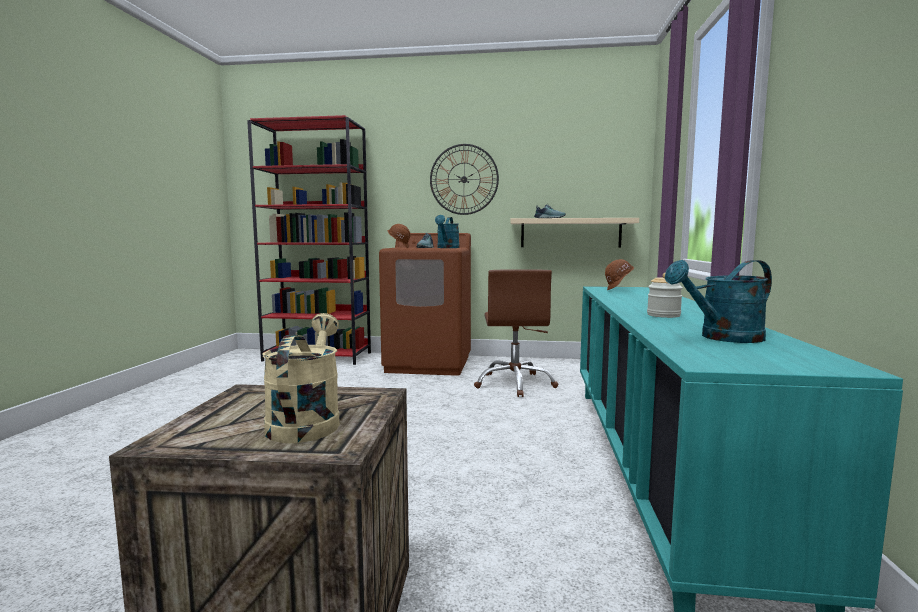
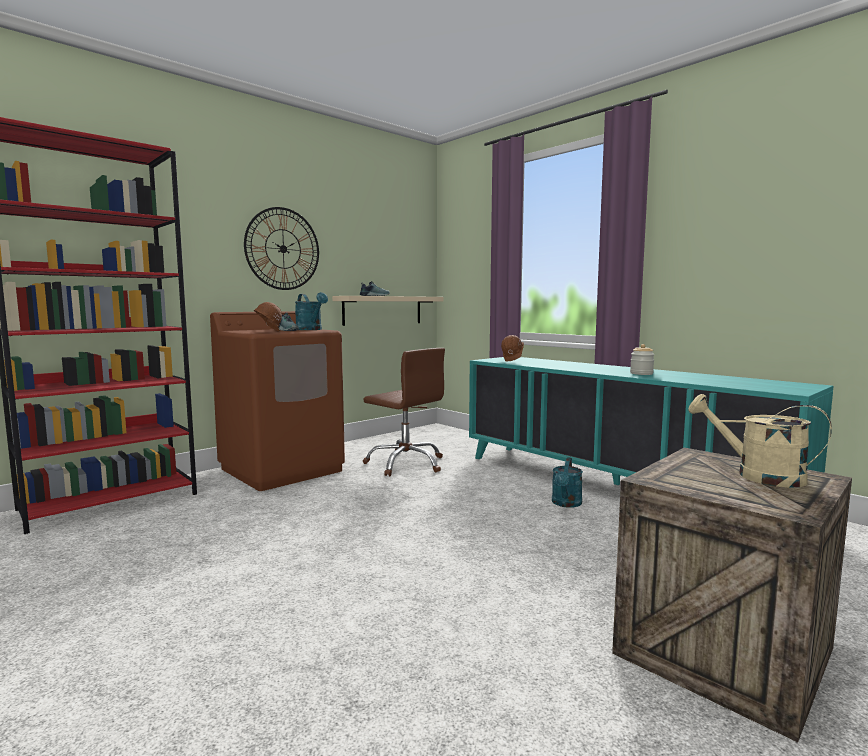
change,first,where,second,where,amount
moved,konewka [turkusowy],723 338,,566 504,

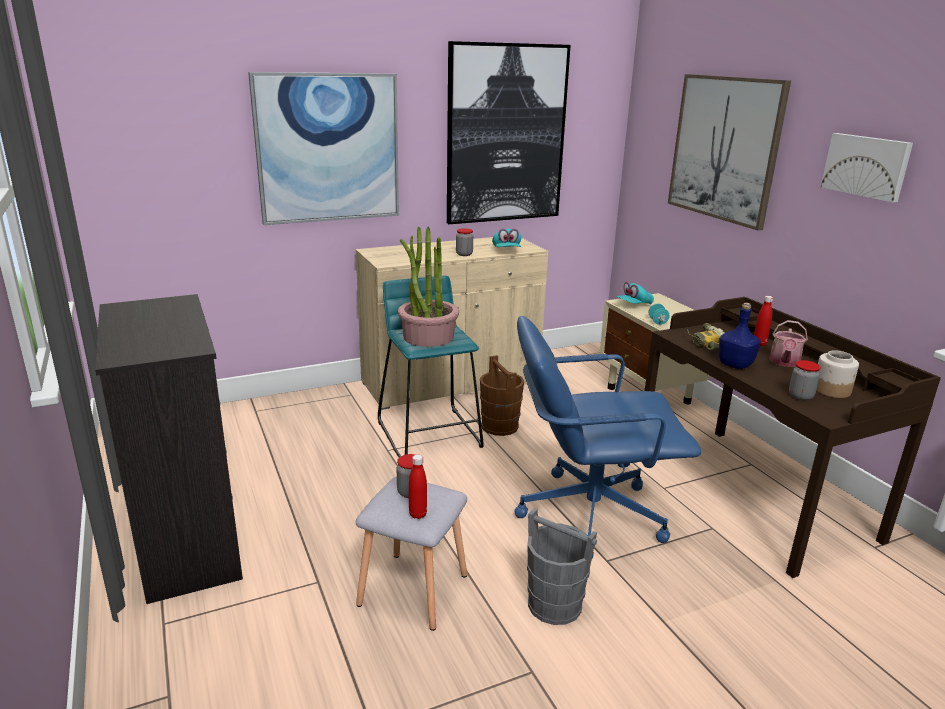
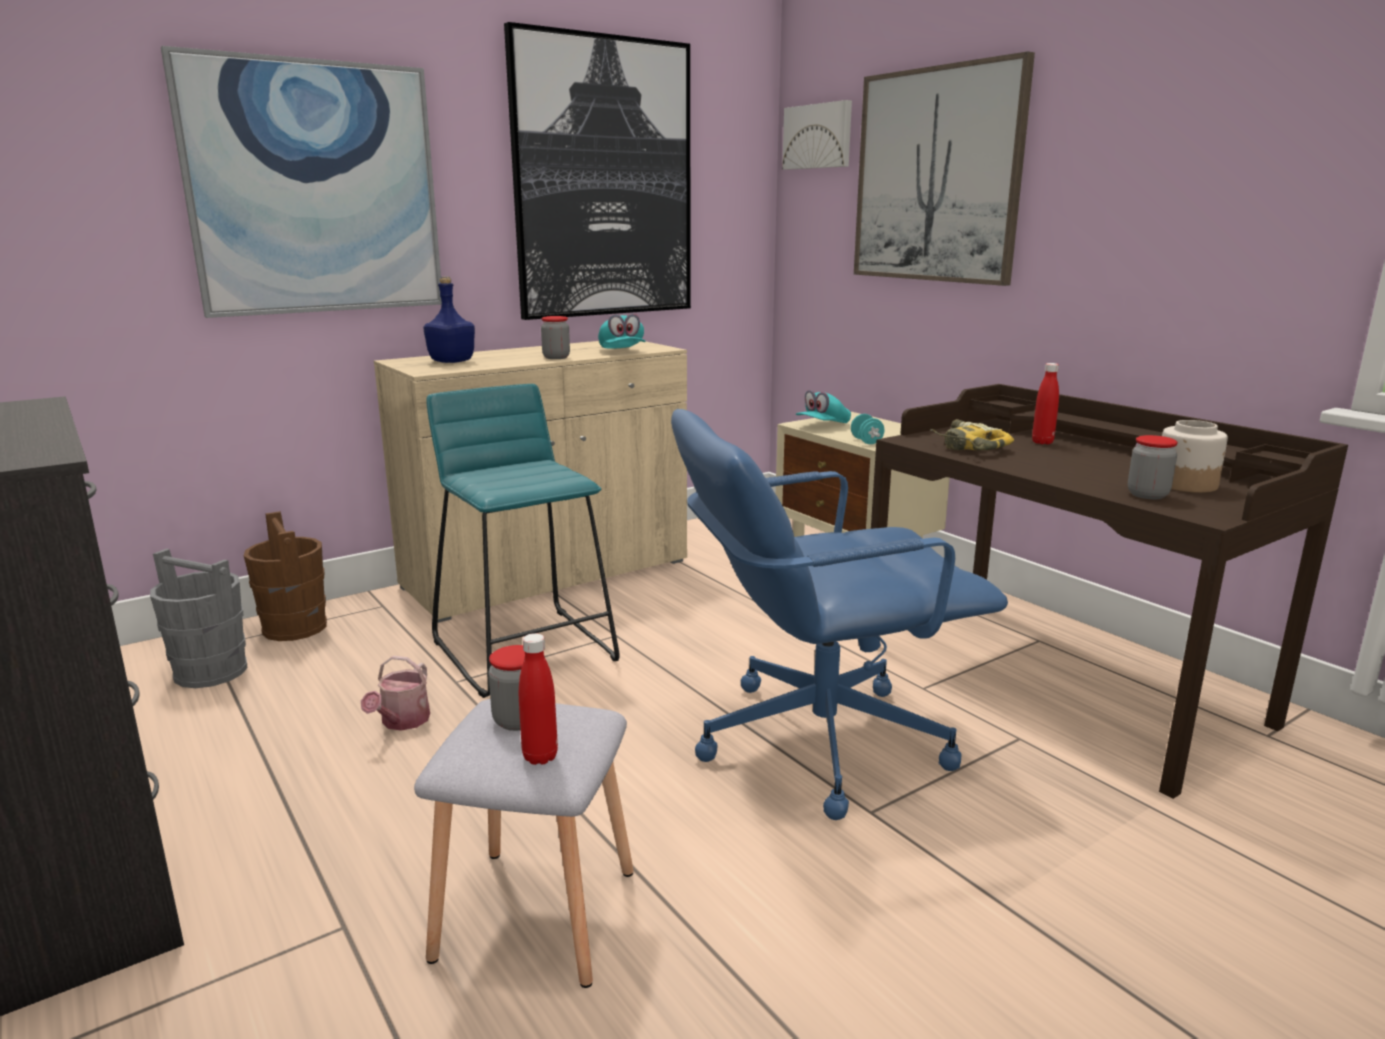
change,first,where,second,where,amount
removed,roślina doniczkowa,428 337,,,
moved,wiadro [brązowy],499 426,,295 627,
moved,wiadro [szary],555 605,,211 672,
moved,butelka [niebieski],736 365,,452 362,
moved,konewka,784 362,,402 722,
moved,obraz,866 166,,818 136,

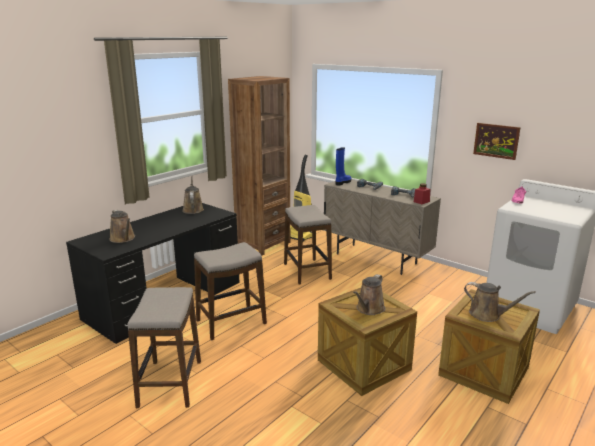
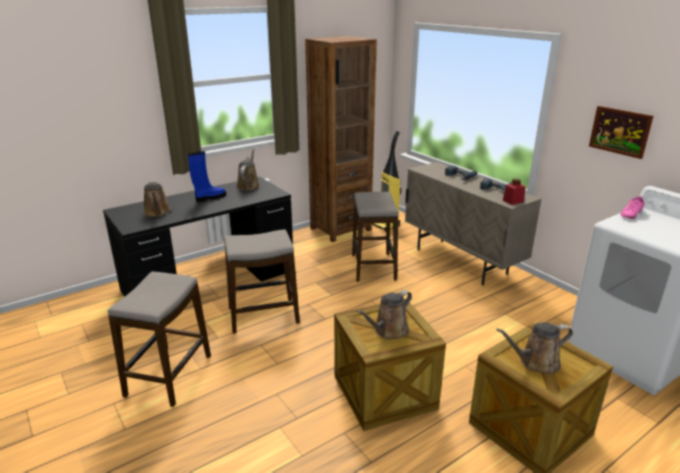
change,first,where,second,where,amount
moved,but z cholewką [niebieski],342 182,,210 198,
turned,konewka [brązowy],488 315,,536 362,120 degrees clockwise

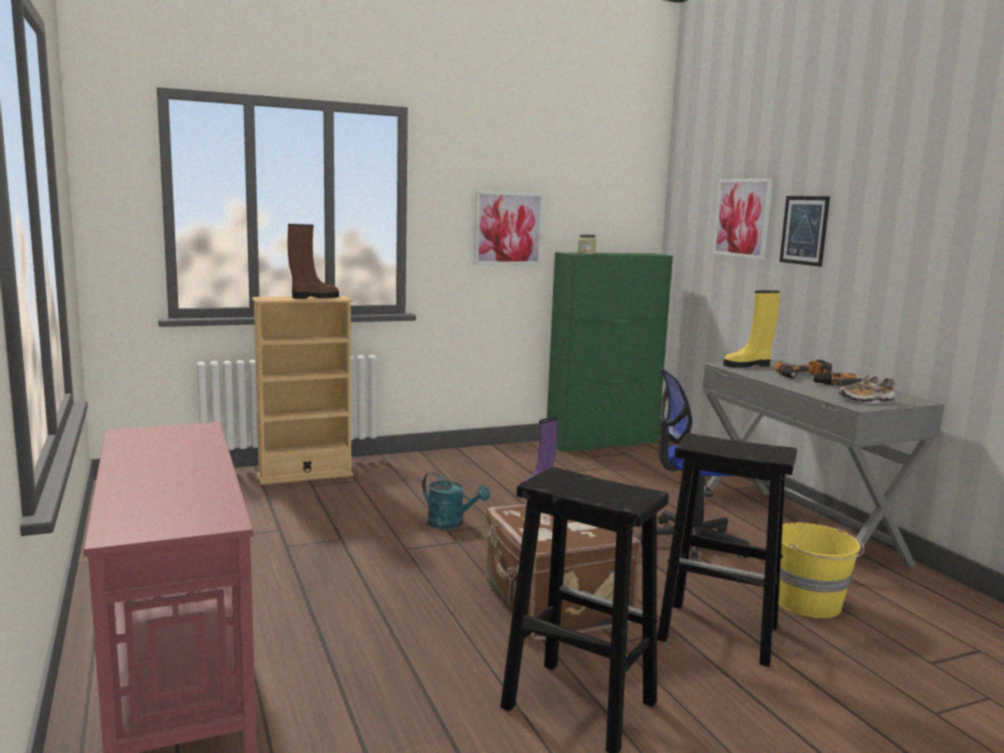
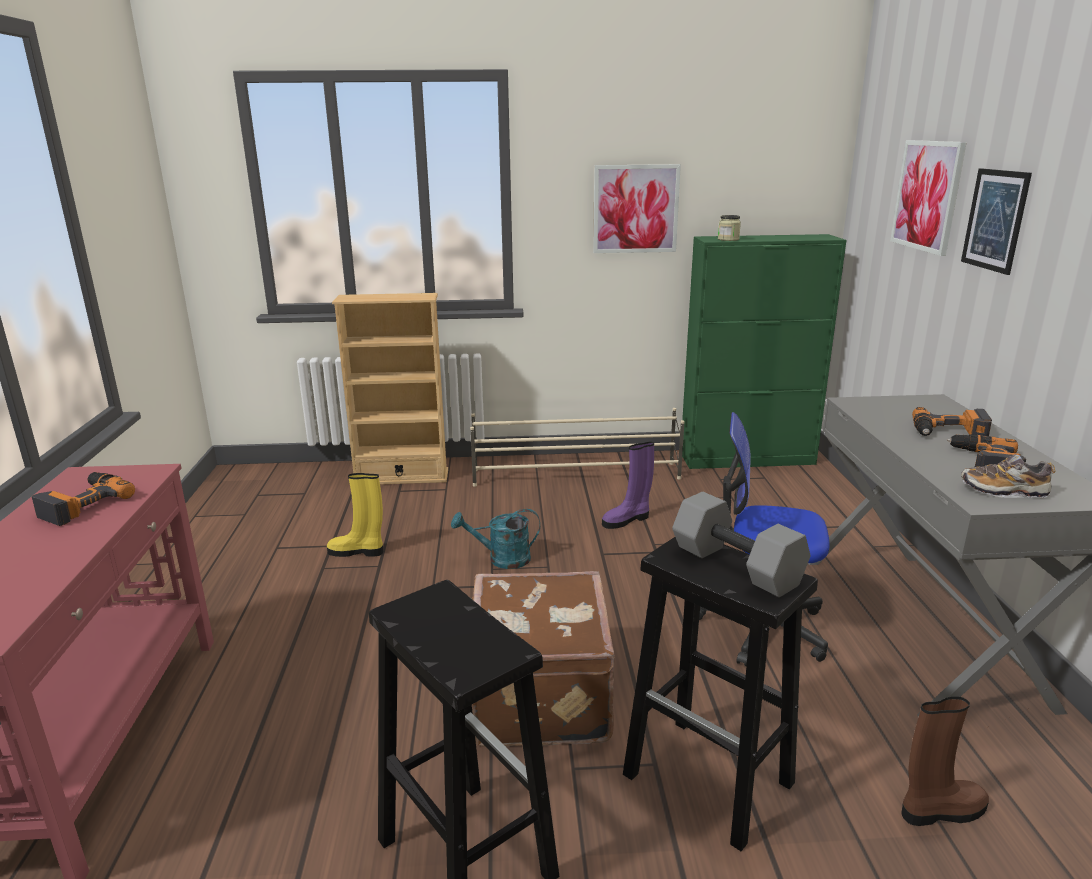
change,first,where,second,where,amount
removed,wiadro [żółty],809 603,,,
added,,,wiertarka,82 504,
added,,,regał na buty [beżowy],577 474,
added,,,hantel [szary],734 566,
moved,but z cholewką [brązowy],314 297,,940 811,
moved,but z cholewką [żółty],748 365,,357 552,
turned,konewka [turkusowy],451 524,,501 559,120 degrees clockwise

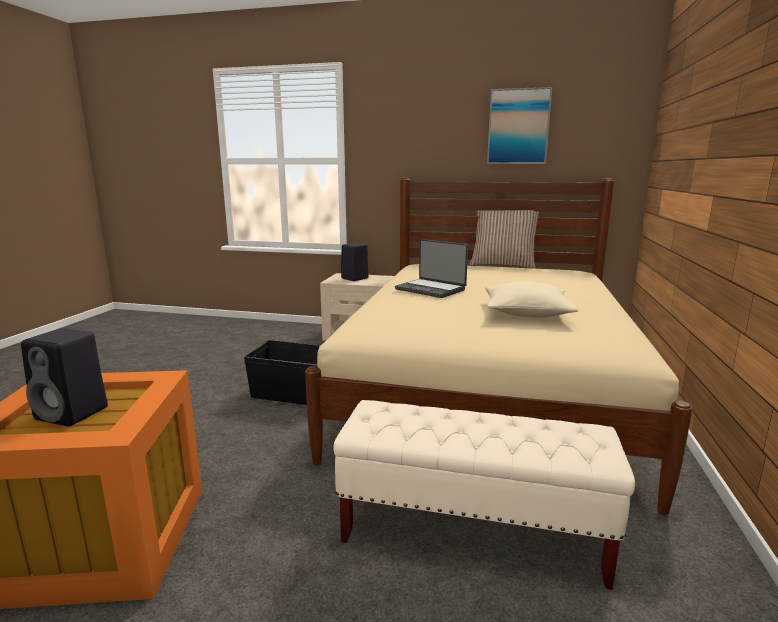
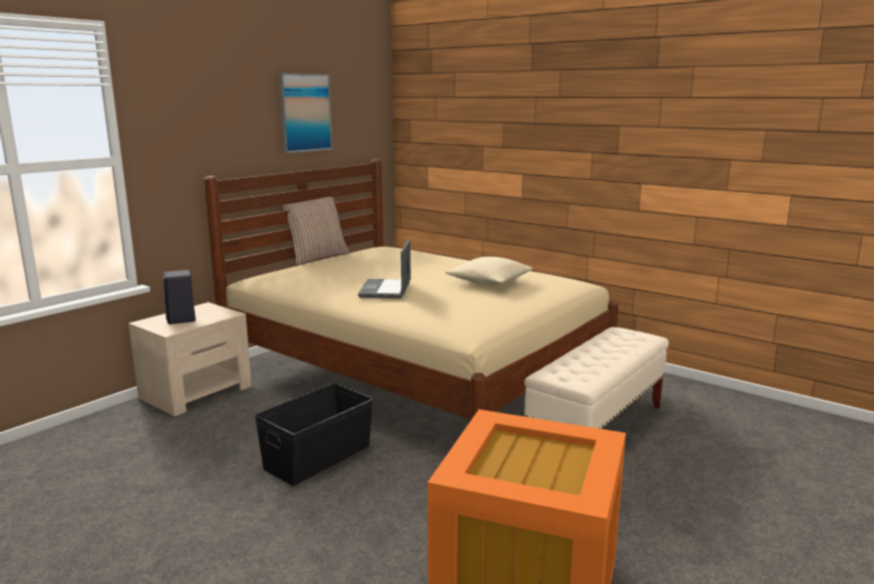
change,first,where,second,where,amount
removed,głośnik [czarny],74 413,,,
turned,laptop,431 289,,386 290,120 degrees clockwise

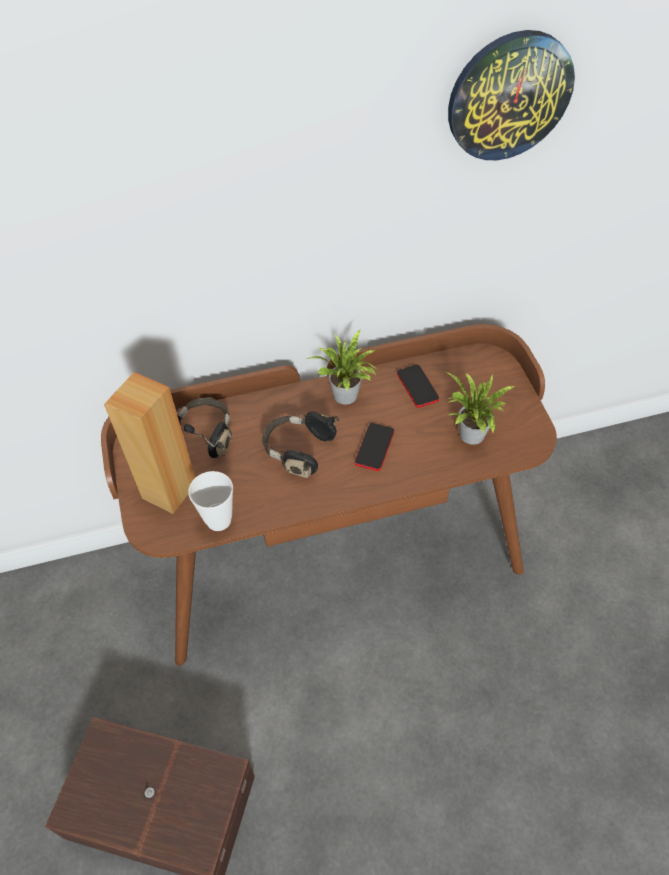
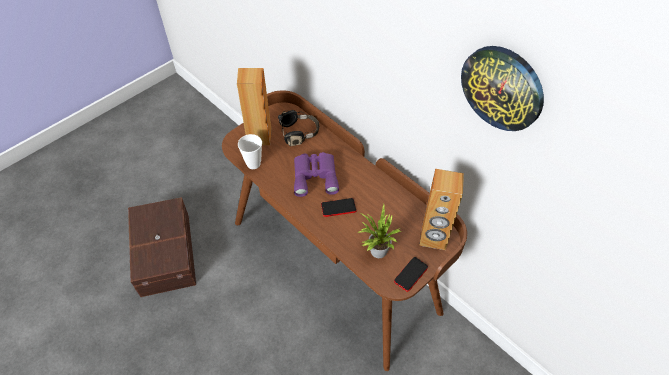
change,first,where,second,where,amount
removed,roślina doniczkowa,347 397,,,
added,,,głośnik [brązowy],433 238,
moved,telefon,417 386,,410 274,
replaced,słuchawki [czarny],298 450,lornetka [fioletowy],315 175,

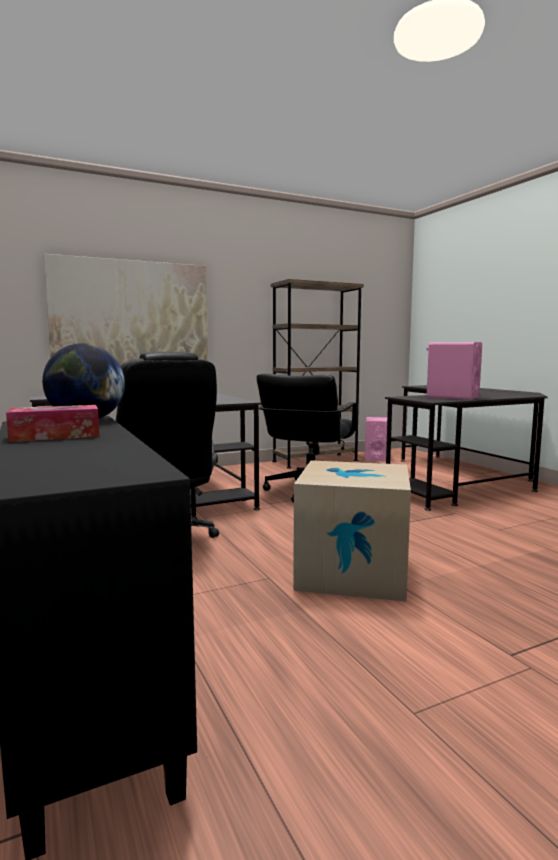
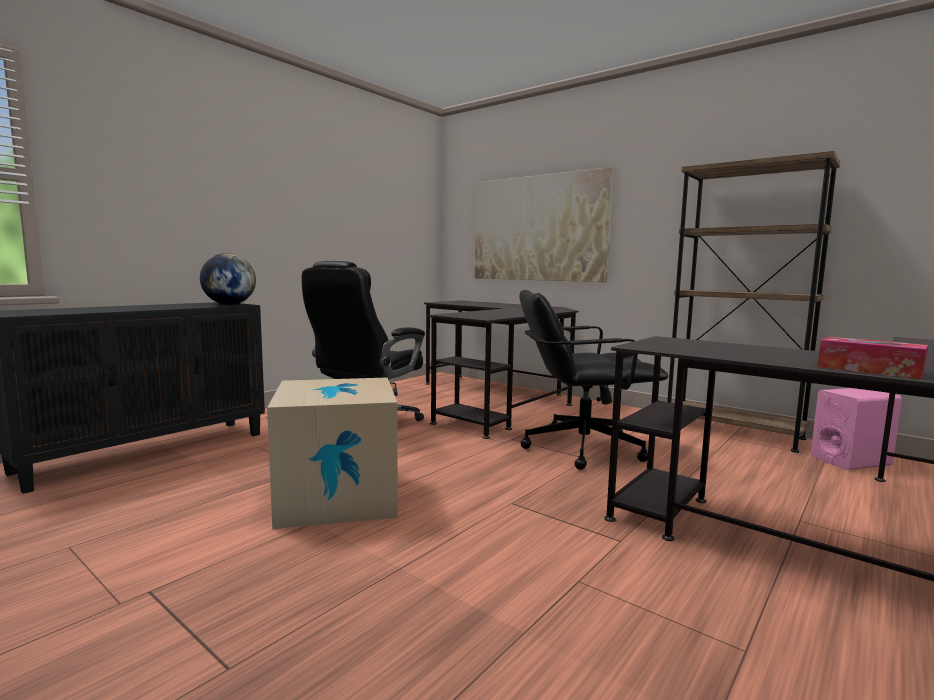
change,first,where,second,where,amount
removed,głośnik [różowy],452 397,,,
moved,pudełko chusteczek,55 435,,869 370,

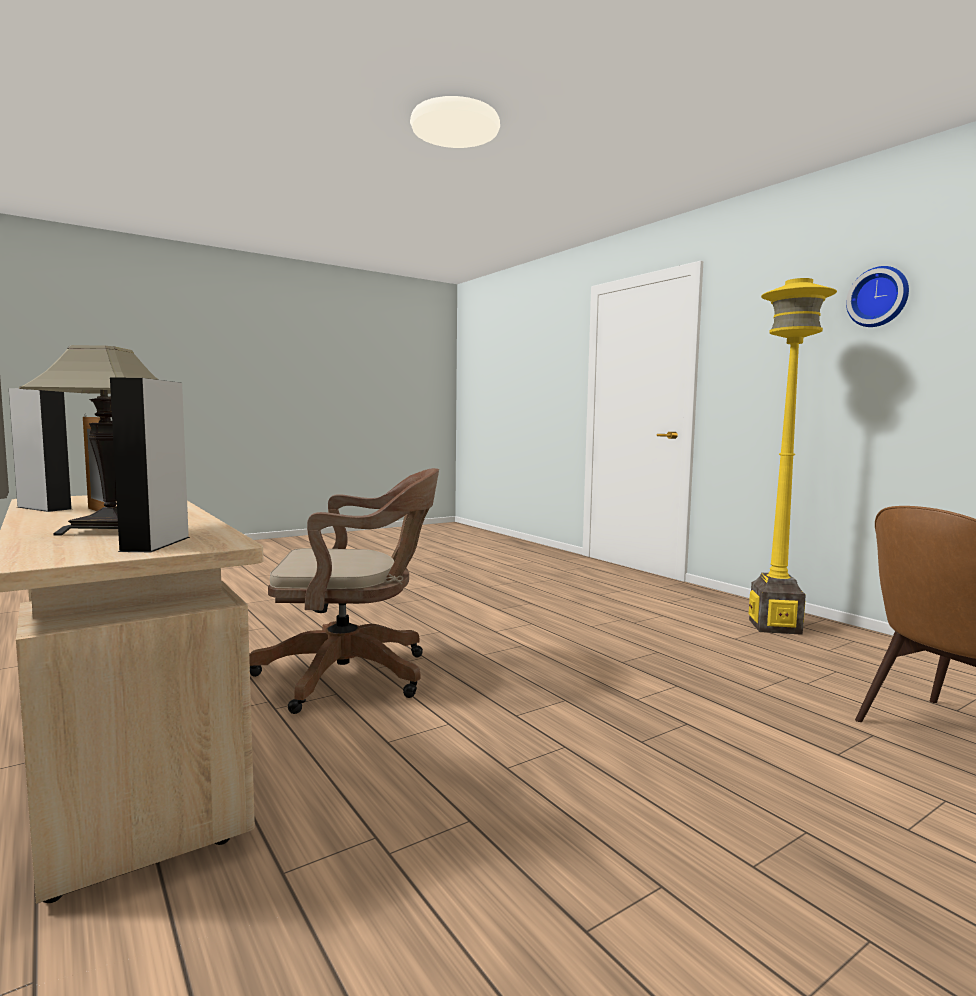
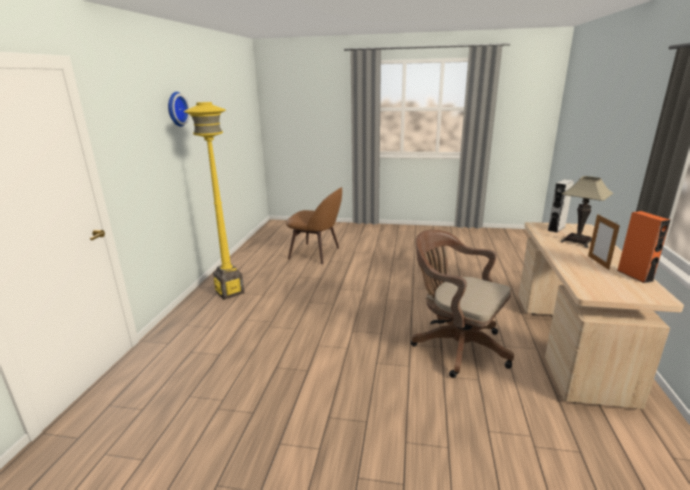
change,first,where,second,where,amount
recoloured,głośnik [szary],44 508,głośnik [pomarańczowy],634 275,

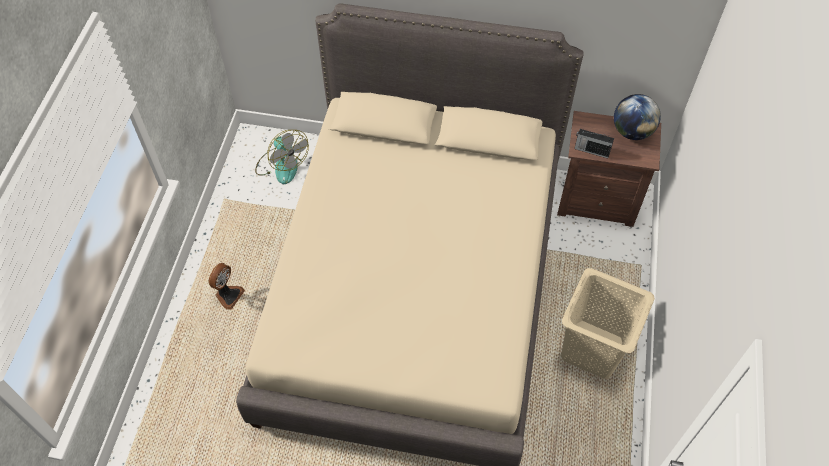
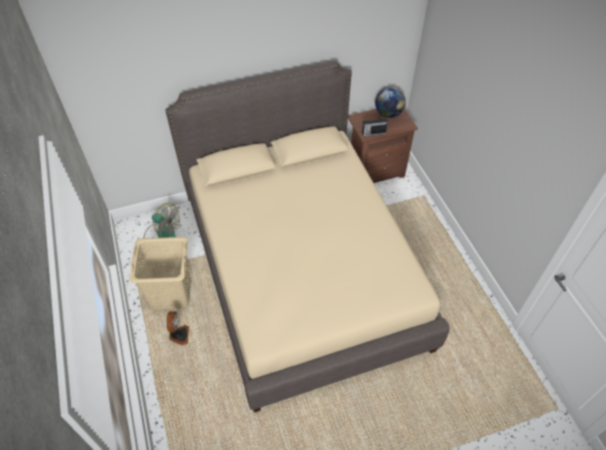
change,first,where,second,where,amount
moved,kosz na pranie [beżowy],592 348,,171 293,

